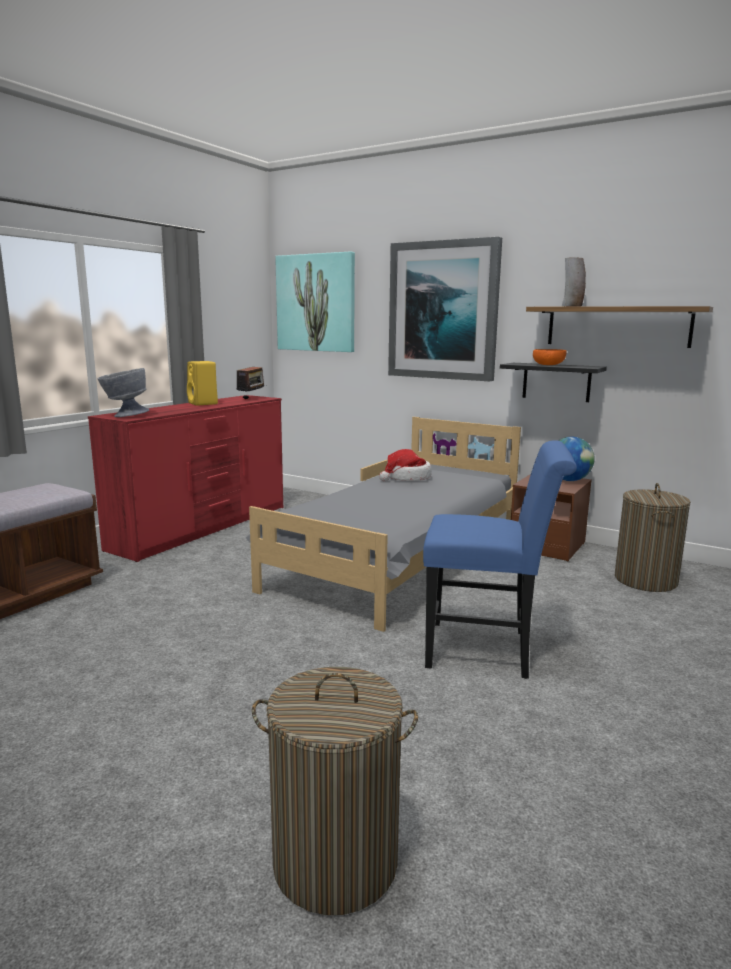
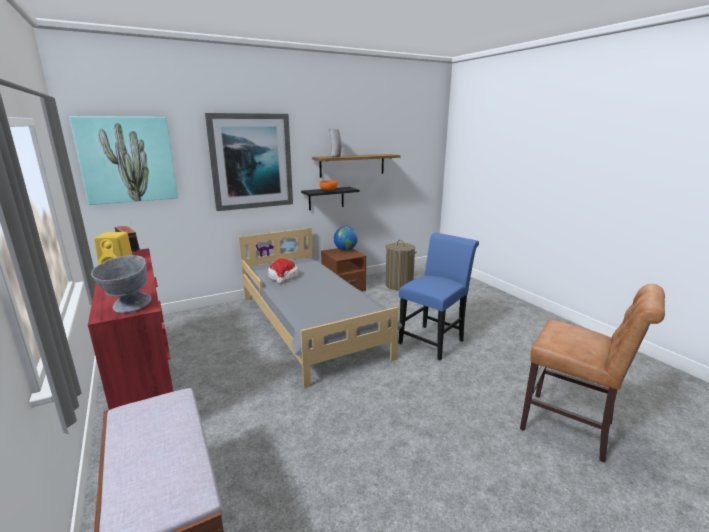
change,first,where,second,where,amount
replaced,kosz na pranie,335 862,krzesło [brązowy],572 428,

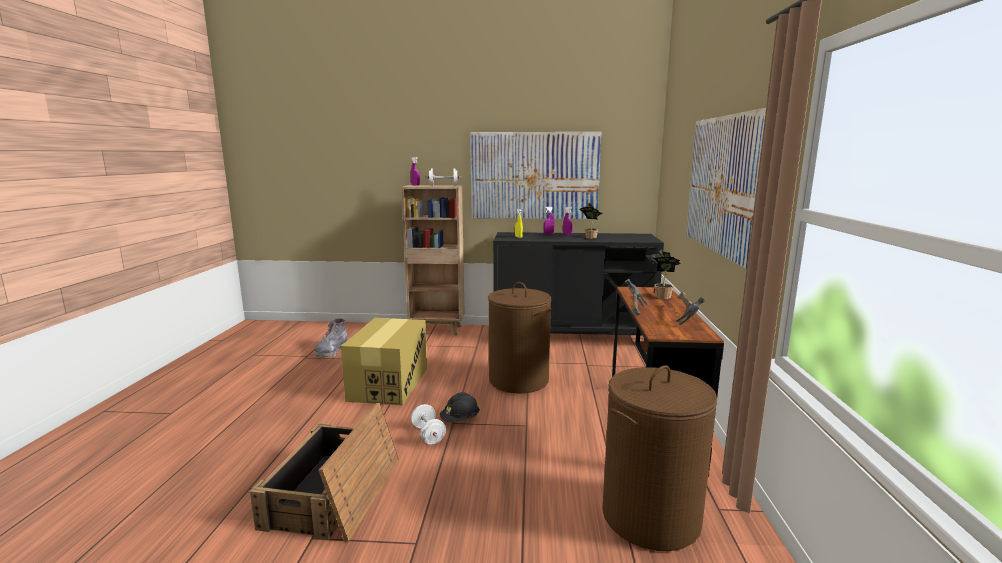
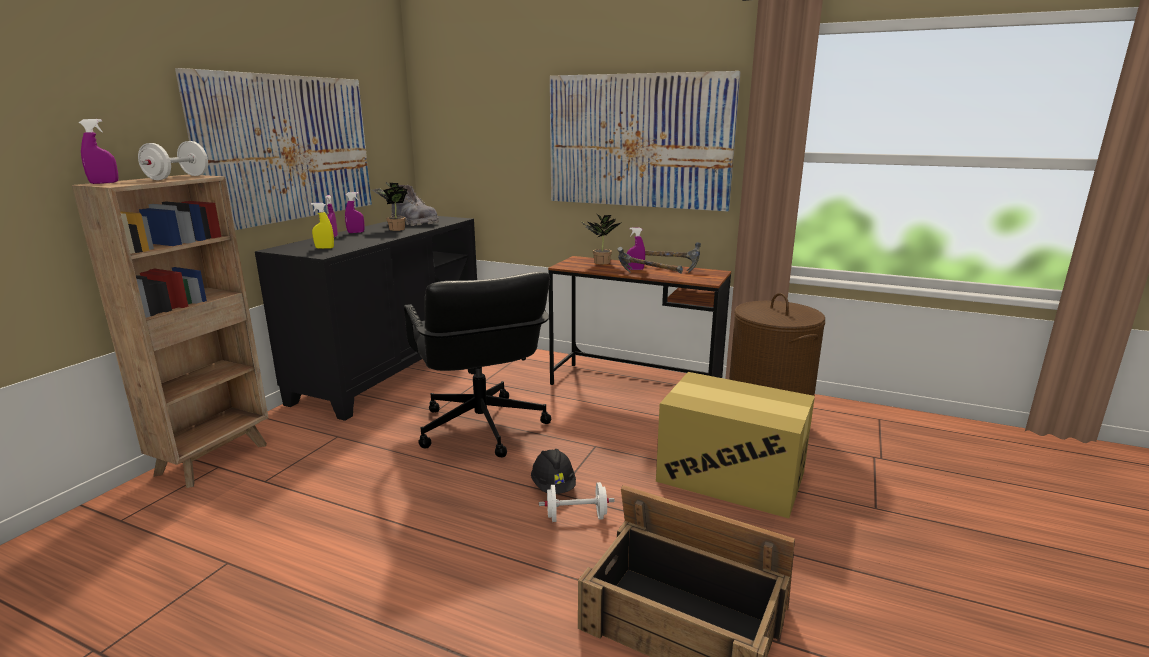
change,first,where,second,where,amount
added,,,spryskiwacz [fioletowy],635 269,
moved,but z cholewką [szary],332 351,,415 223,
moved,karton,389 384,,730 476,
replaced,kosz na pranie [brązowy],518 380,krzesło biurowe [czarny],481 428,

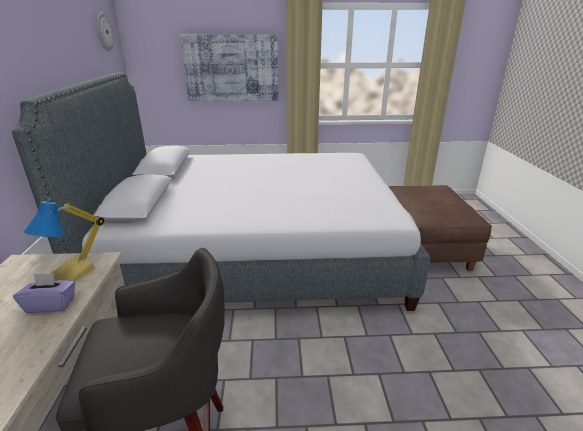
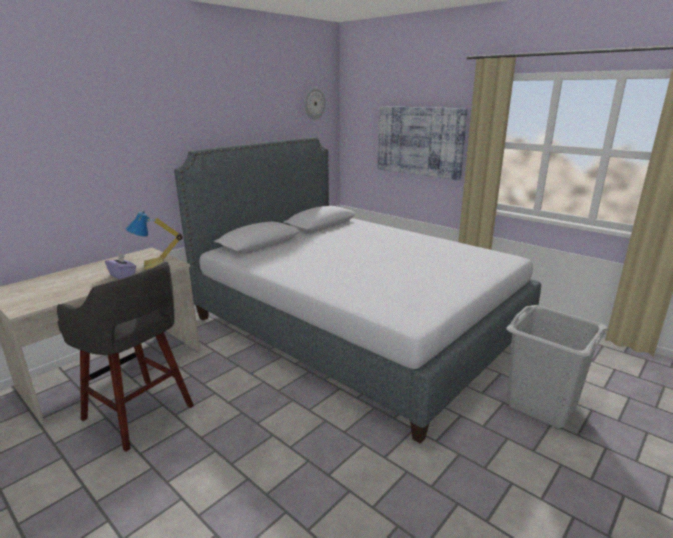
change,first,where,second,where,amount
replaced,pufa [brązowy],426 248,kosz na pranie [szary],541 404,

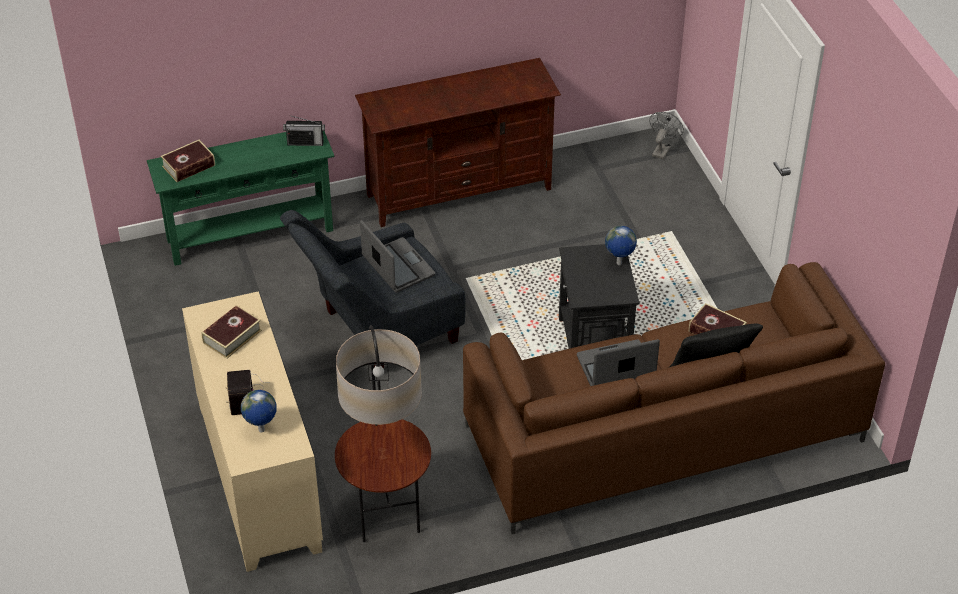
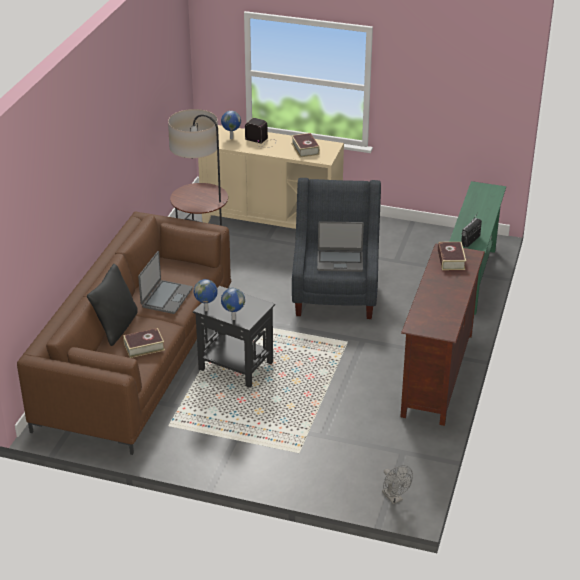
change,first,where,second,where,amount
added,,,globus,206 310,
moved,książka,189 166,,451 260,

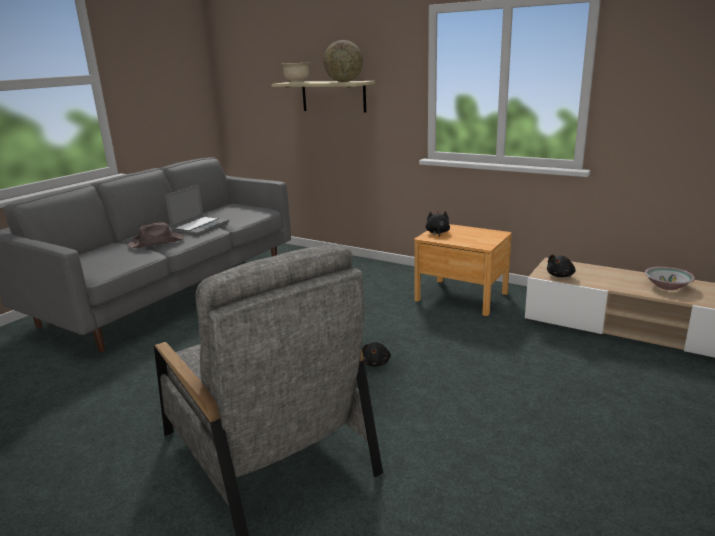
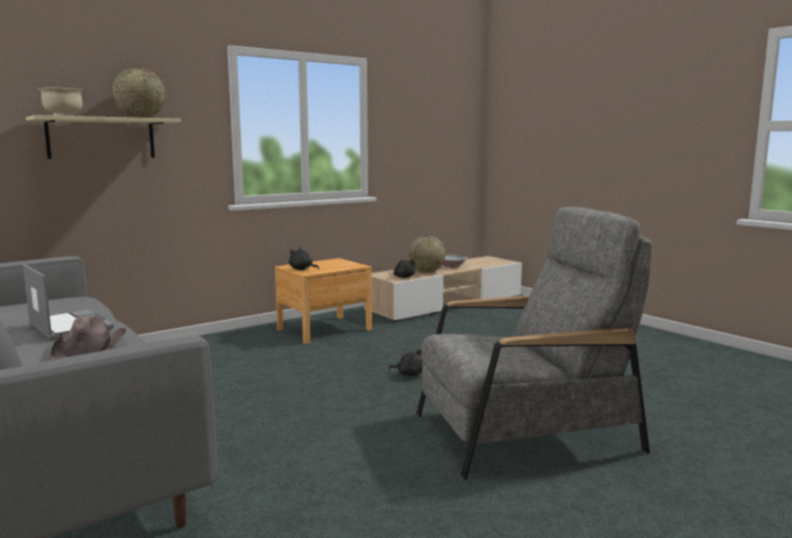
change,first,where,second,where,amount
added,,,globus,426 272,

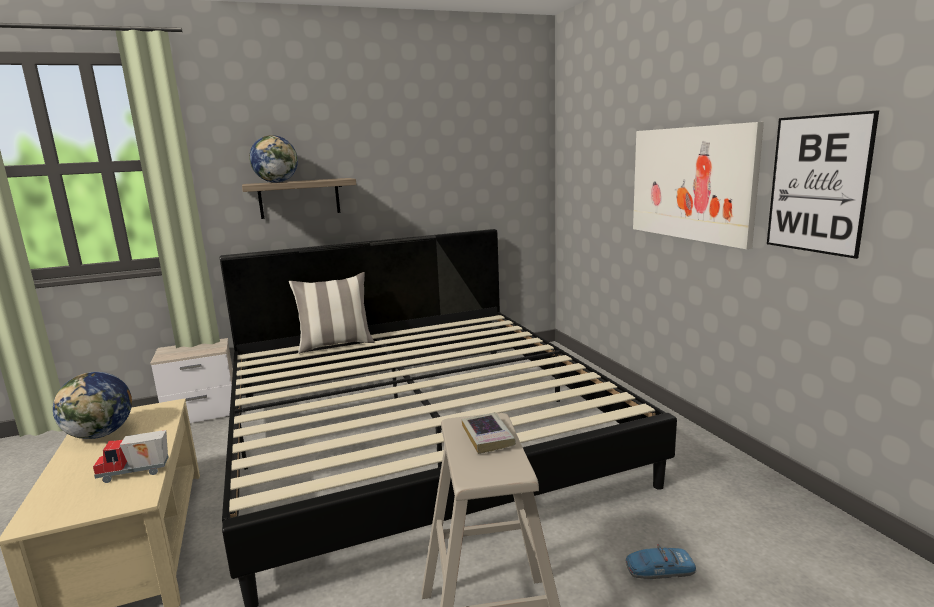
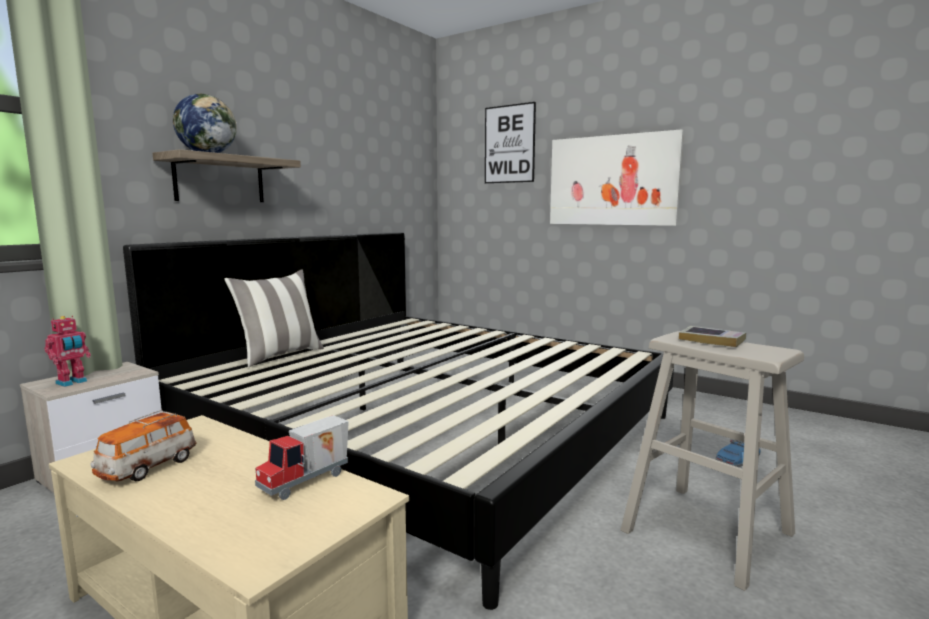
change,first,where,second,where,amount
added,,,robot zabawkowy,72 382,
moved,obraz,817 184,,509 144,
replaced,globus,101 434,samochodzik,147 468,

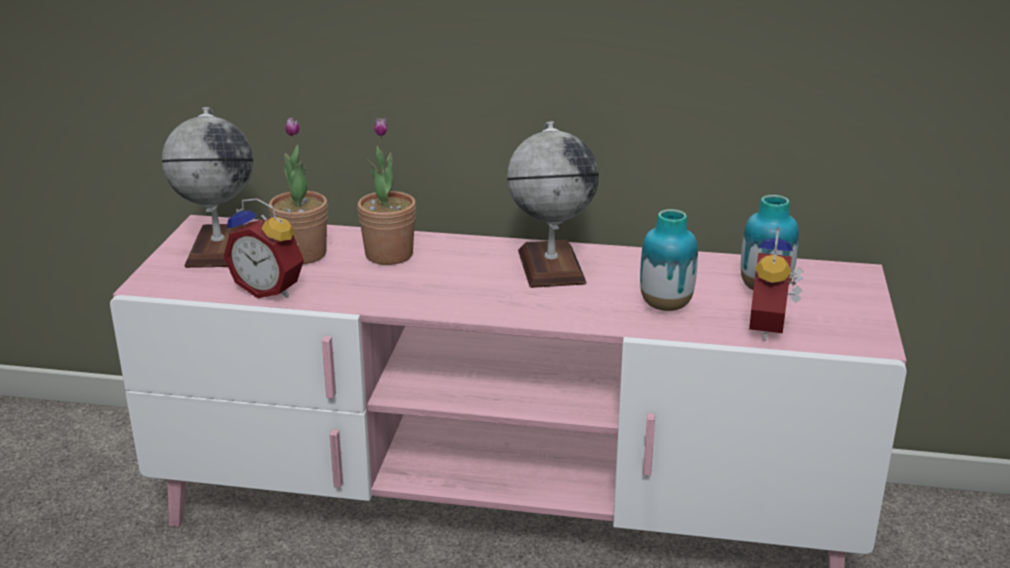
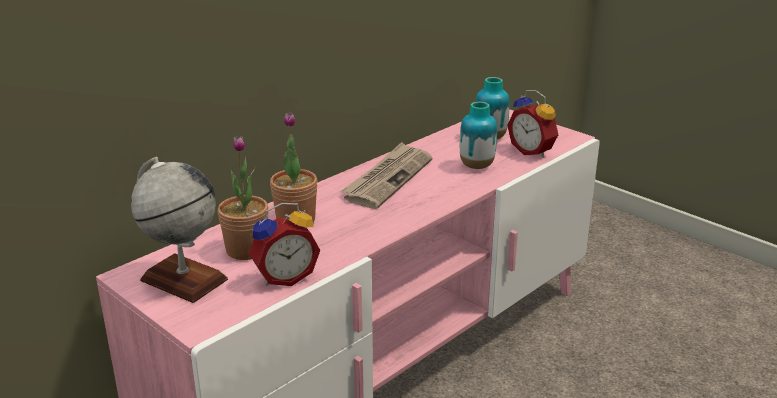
change,first,where,second,where,amount
replaced,globus,550 267,gazeta,388 178,

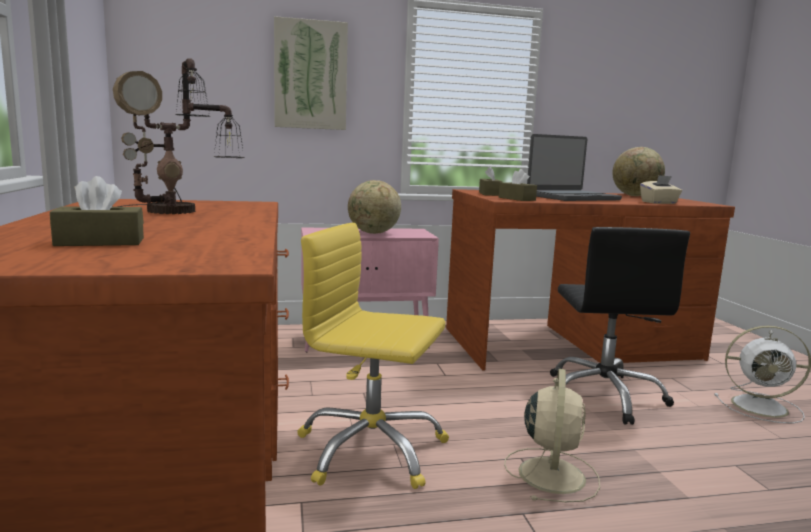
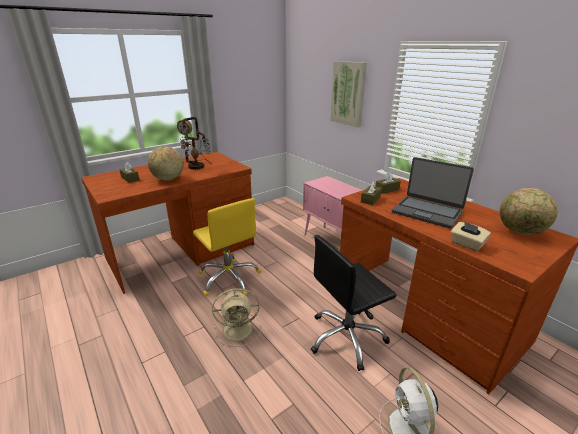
change,first,where,second,where,amount
moved,globus,373 233,,168 179,
turned,krzesło biurowe [żółty],371 450,,229 278,150 degrees clockwise

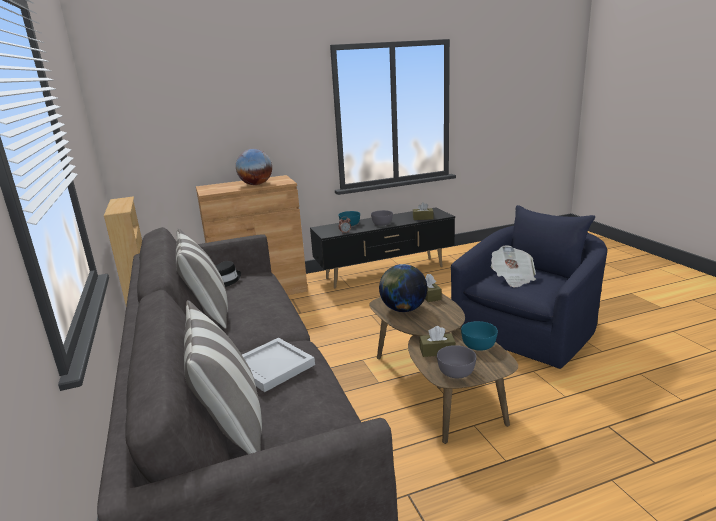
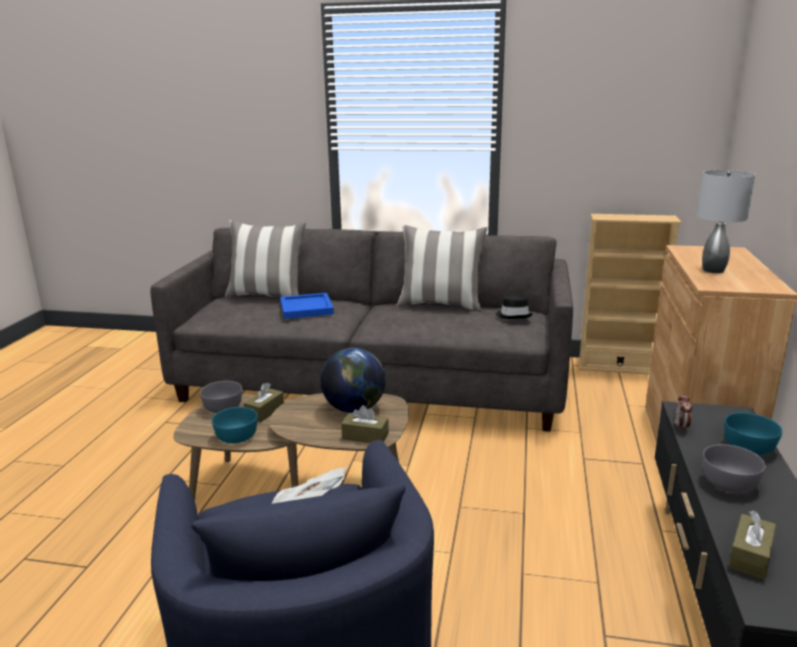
change,first,where,second,where,amount
replaced,globus,256 184,lampa stołowa [szary],714 270,
recoloured,taca [biały],273 366,taca [niebieski],305 308,

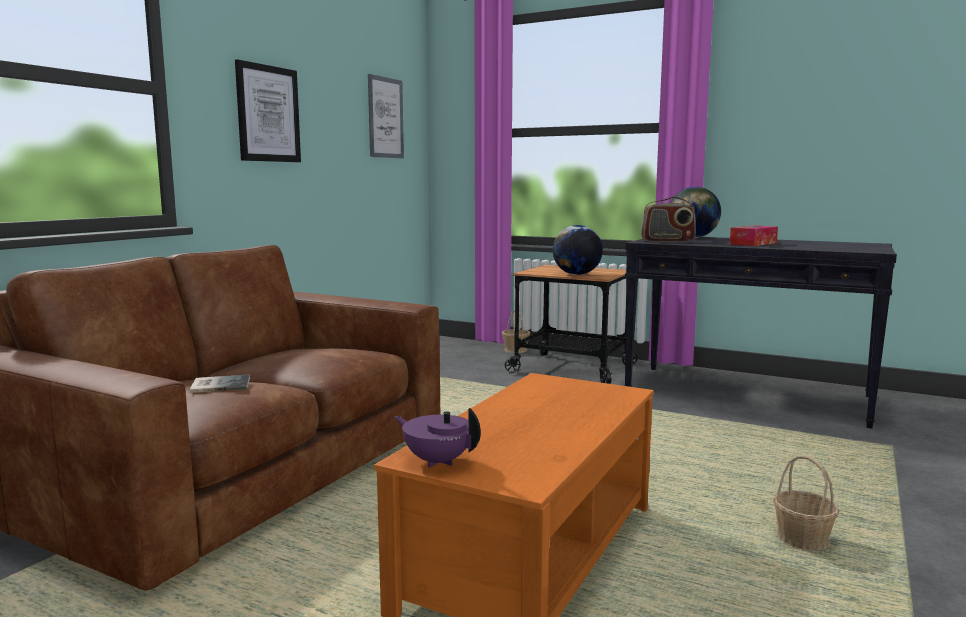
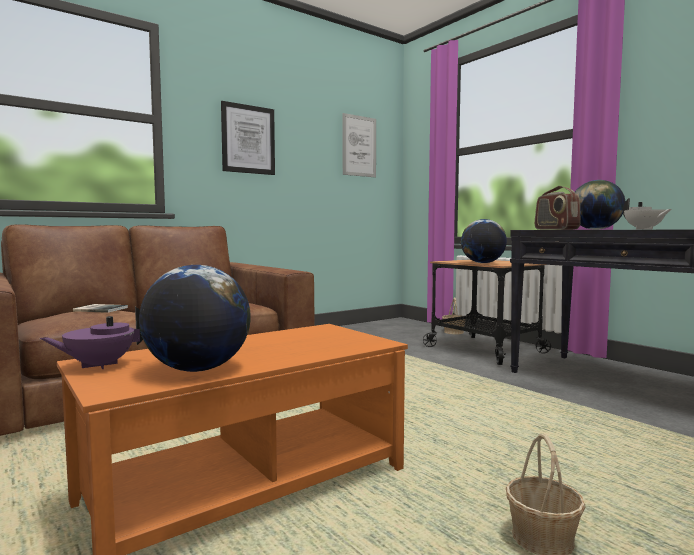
change,first,where,second,where,amount
added,,,globus,197 369,
replaced,pudełko chusteczek,753 243,imbryk [biały],644 229,
turned,imbryk [fioletowy],437 461,,99 365,90 degrees counterclockwise
turned,radio,667 241,,555 229,45 degrees clockwise

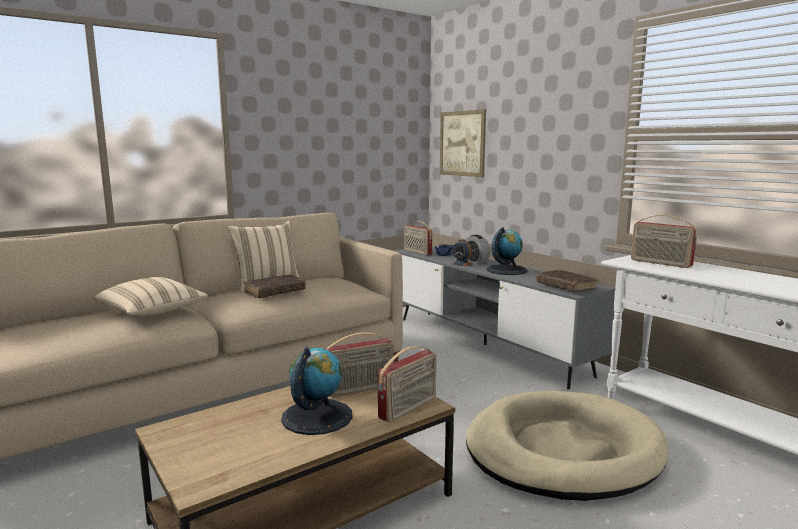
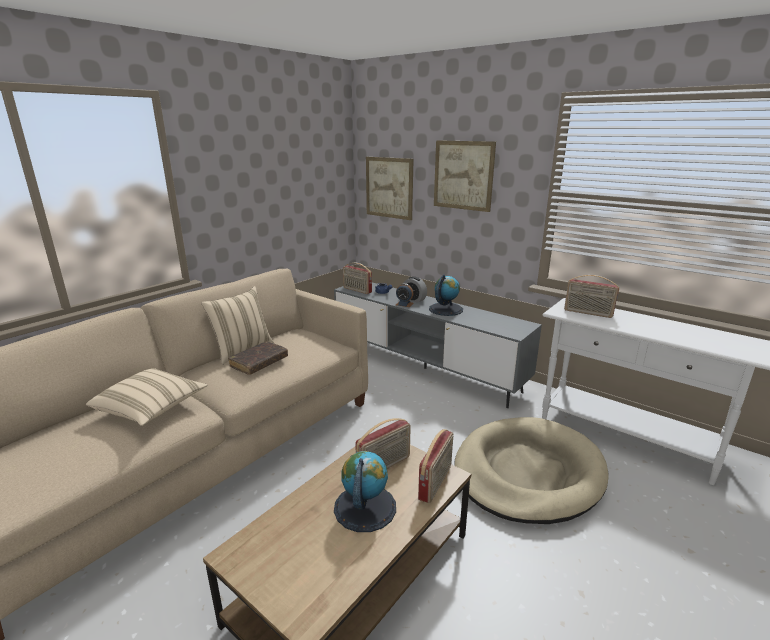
change,first,where,second,where,amount
removed,książka [brązowy],565 287,,,
added,,,obraz,463 175,

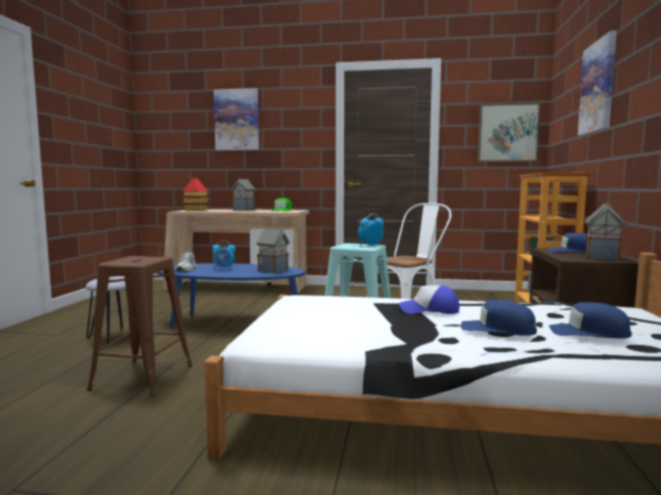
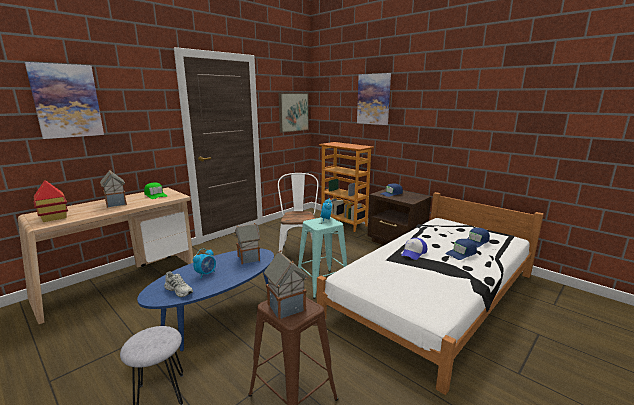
change,first,where,second,where,amount
moved,domek,602 258,,287 308,

